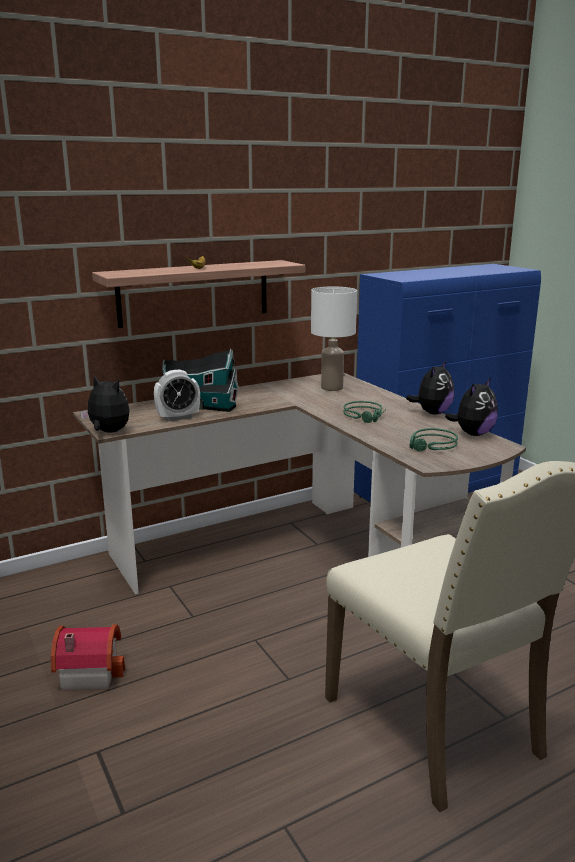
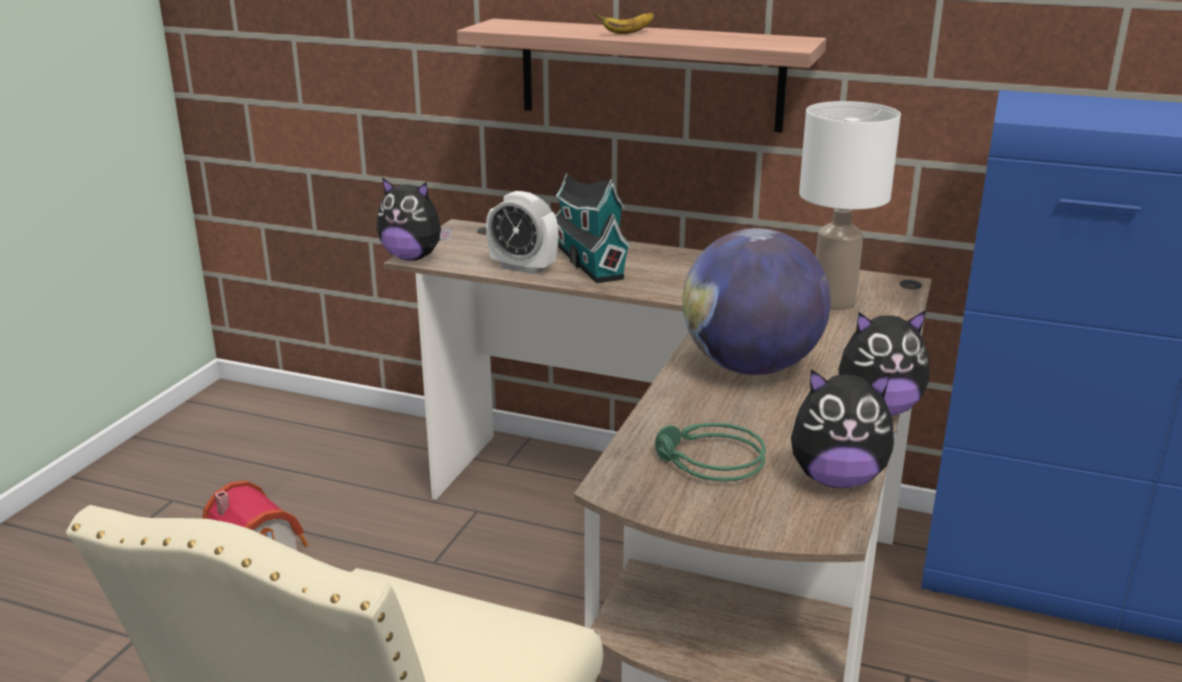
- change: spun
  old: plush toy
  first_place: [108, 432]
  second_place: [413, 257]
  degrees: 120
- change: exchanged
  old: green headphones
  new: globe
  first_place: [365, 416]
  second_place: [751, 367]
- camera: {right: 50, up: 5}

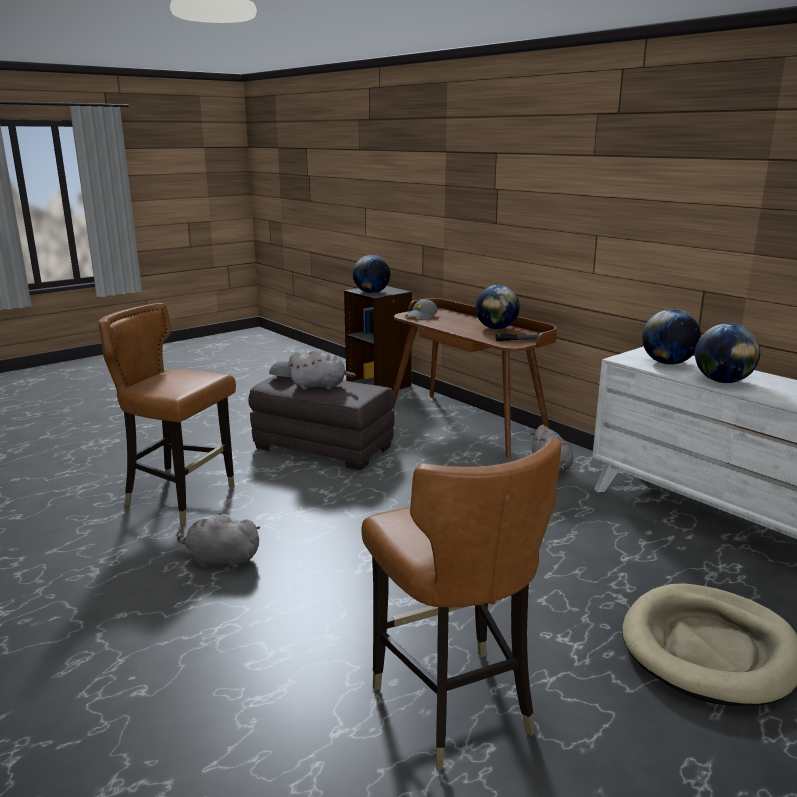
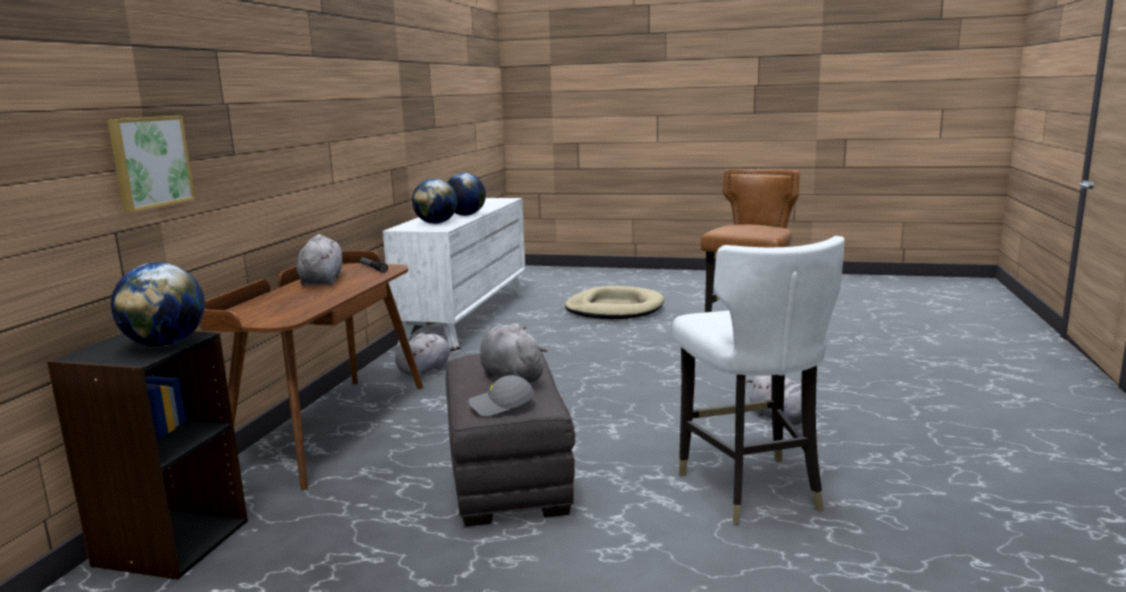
- change: colour
  old: brown chair
  new: white chair
  first_place: [181, 498]
  second_place: [750, 489]
- change: missing
  old: grey cap
  first_place: [422, 316]
- change: exchanged
  old: globe
  new: grey plush toy
  first_place: [496, 328]
  second_place: [322, 281]
- change: appeared
  new: picture
  second_place: [149, 162]
- camera: {right: -125, up: -5}

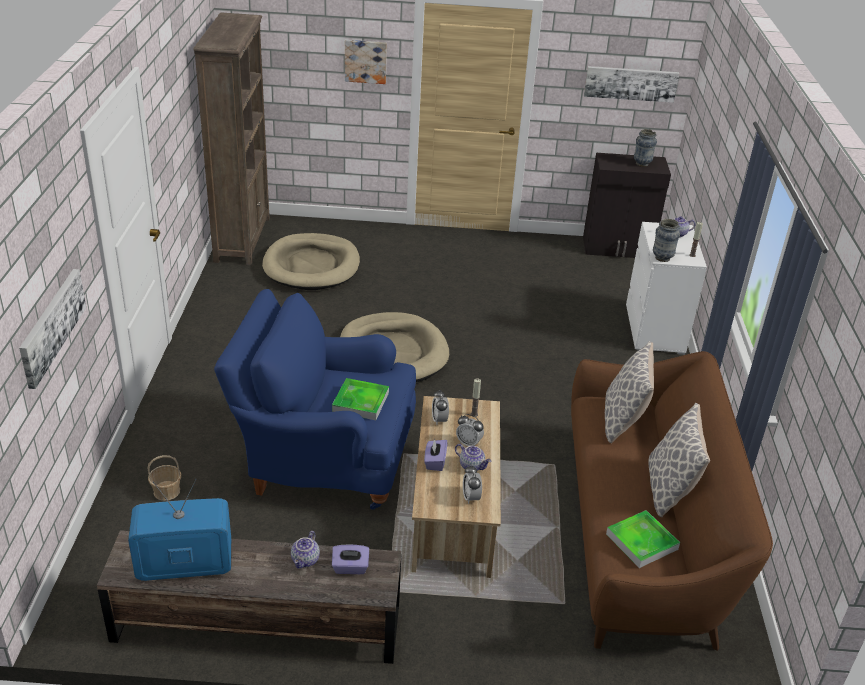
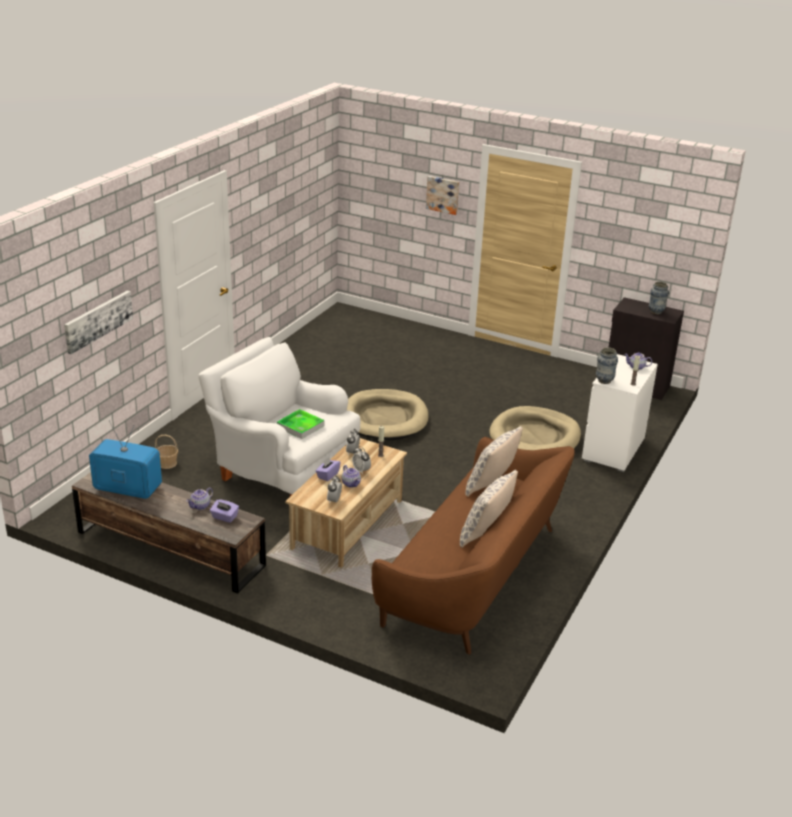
- change: missing
  old: brown bookcase
  first_place: [242, 239]
- change: colour
  old: blue armchair
  new: white armchair
  first_place: [323, 459]
  second_place: [282, 471]
- change: relocated
  old: beige dog bed
  first_place: [312, 266]
  second_place: [534, 437]
- change: missing
  old: picture
  first_place: [630, 83]
- change: missing
  old: tray
  first_place: [641, 541]
- camera: {right: 25, up: -5}

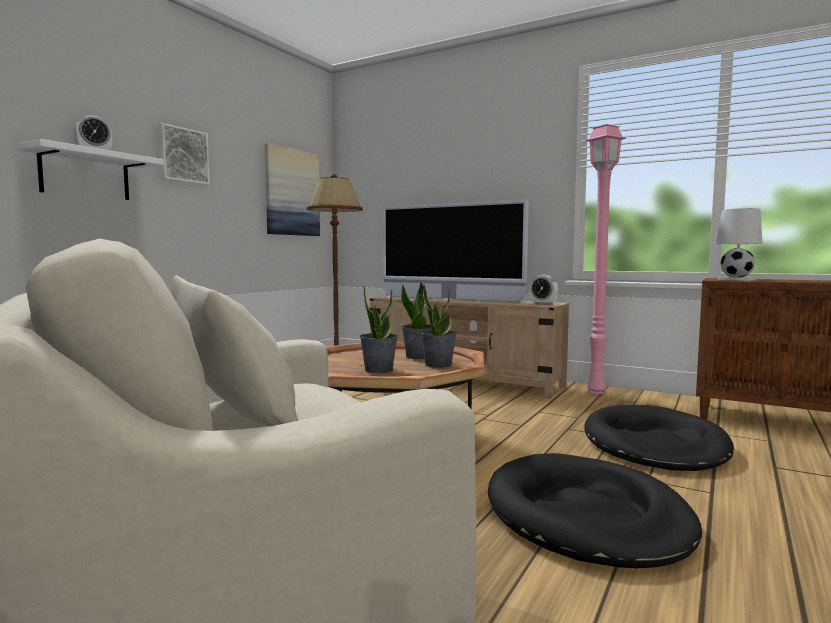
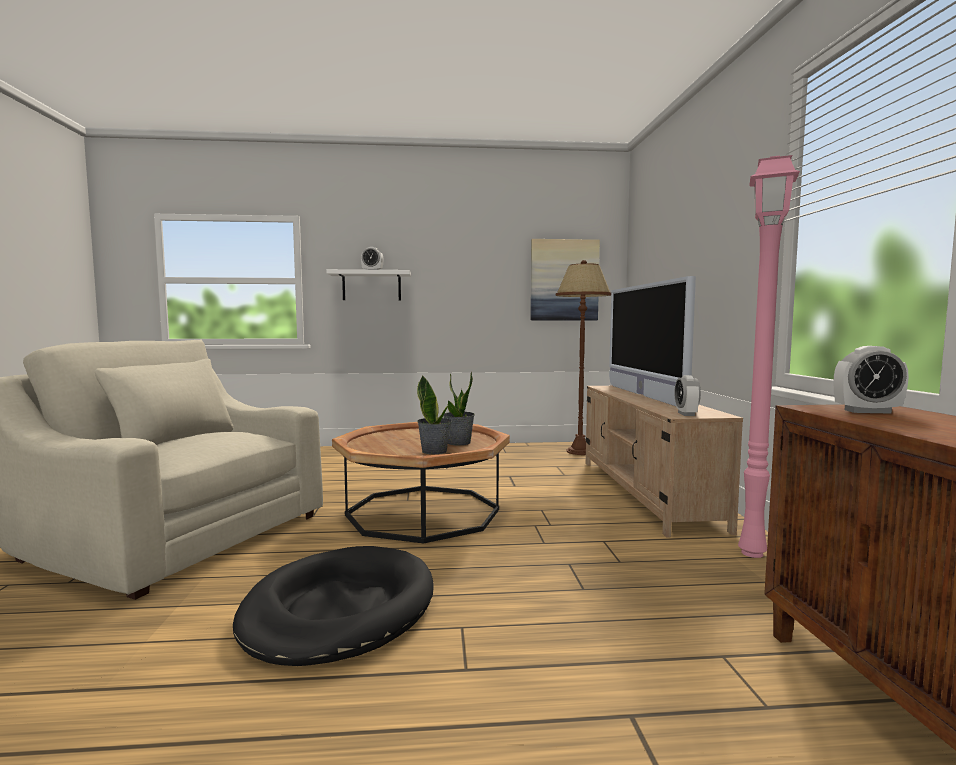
- change: missing
  old: picture
  first_place: [183, 155]
- change: missing
  old: potted plant
  first_place: [378, 370]
- change: missing
  old: black dog bed
  first_place: [654, 444]
- change: exchanged
  old: white table lamp
  new: alarm clock
  first_place: [736, 279]
  second_place: [867, 411]
- camera: {right: 55, up: 0}

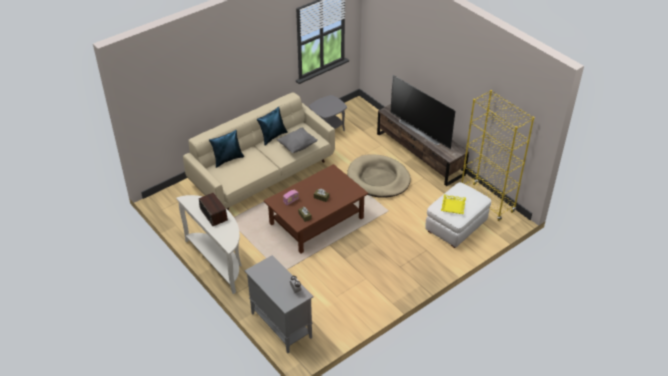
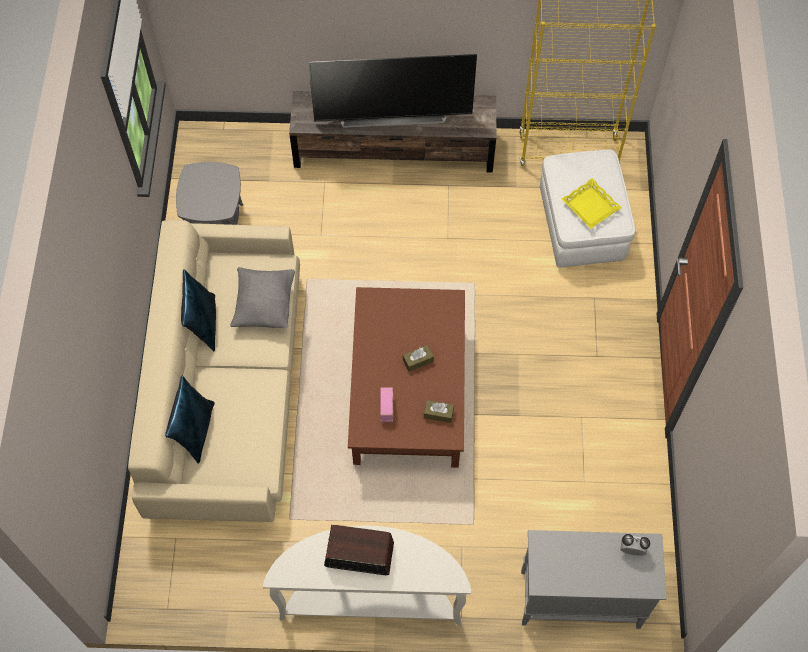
- change: missing
  old: beige dog bed
  first_place: [378, 179]
- camera: {right: -50, up: 20}

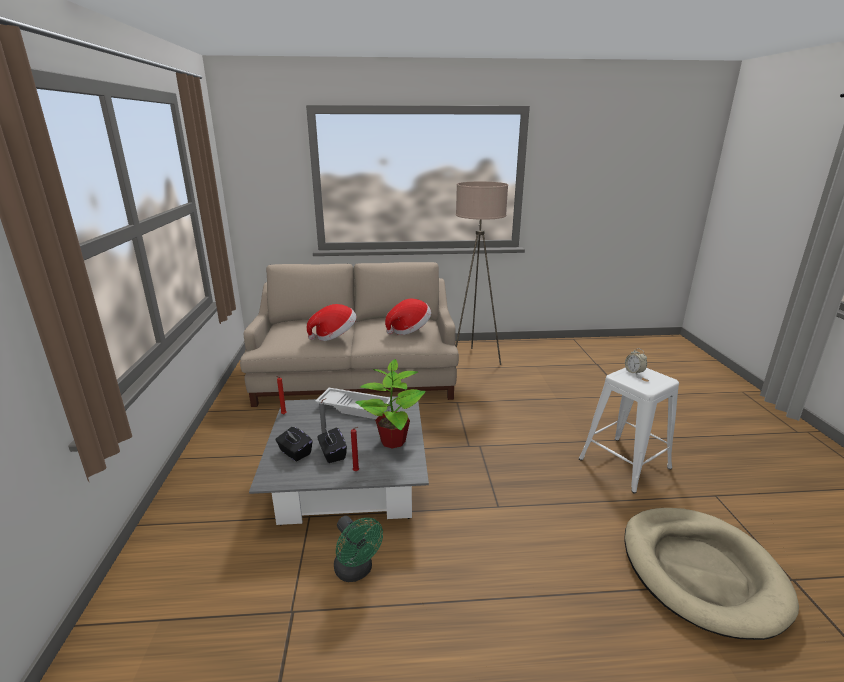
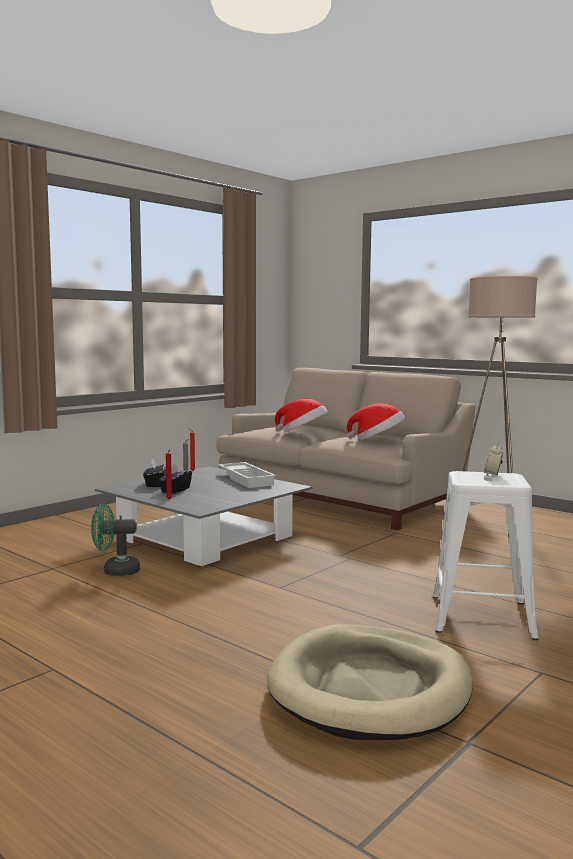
- change: spun
  old: green fan
  first_place: [356, 571]
  second_place: [115, 571]
  degrees: 75
- change: missing
  old: potted plant
  first_place: [392, 441]
- camera: {right: 45, up: -15}

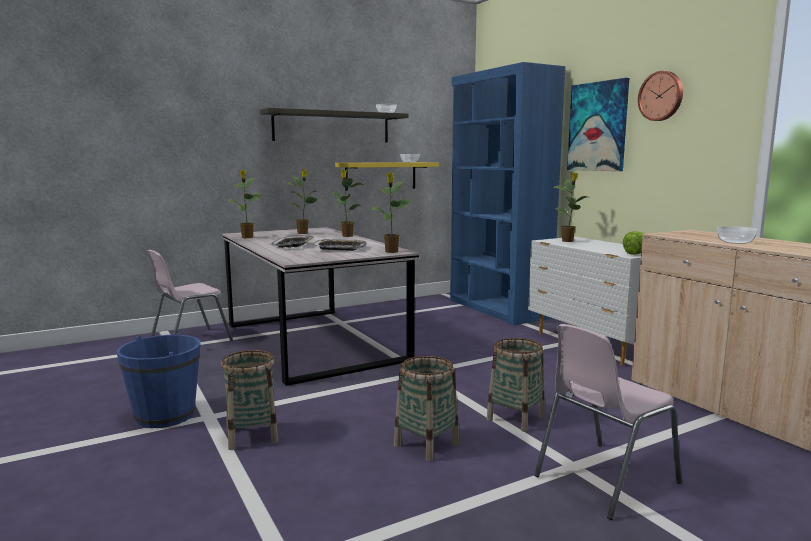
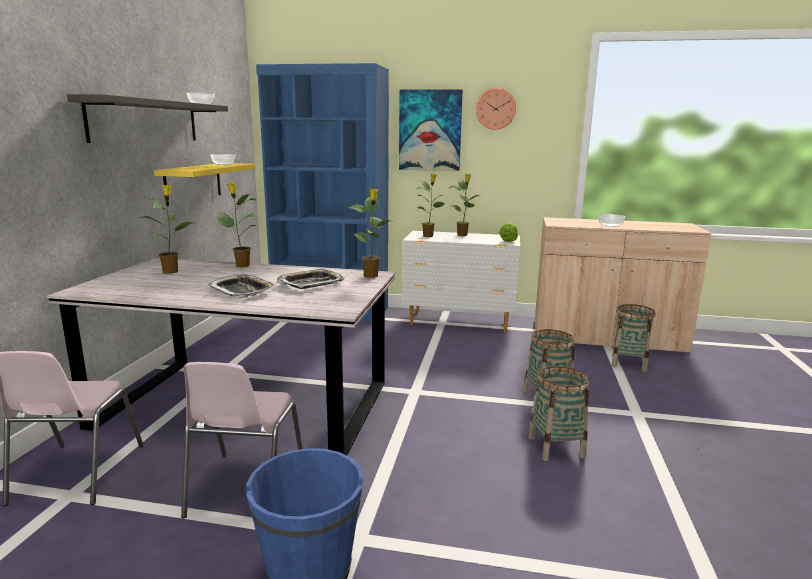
- change: relocated
  old: basket
  first_place: [252, 436]
  second_place: [628, 363]
- change: relocated
  old: potted plant
  first_place: [247, 237]
  second_place: [462, 235]
- change: relocated
  old: pink chair
  first_place: [603, 479]
  second_place: [244, 488]
- camera: {right: -50, up: 5}

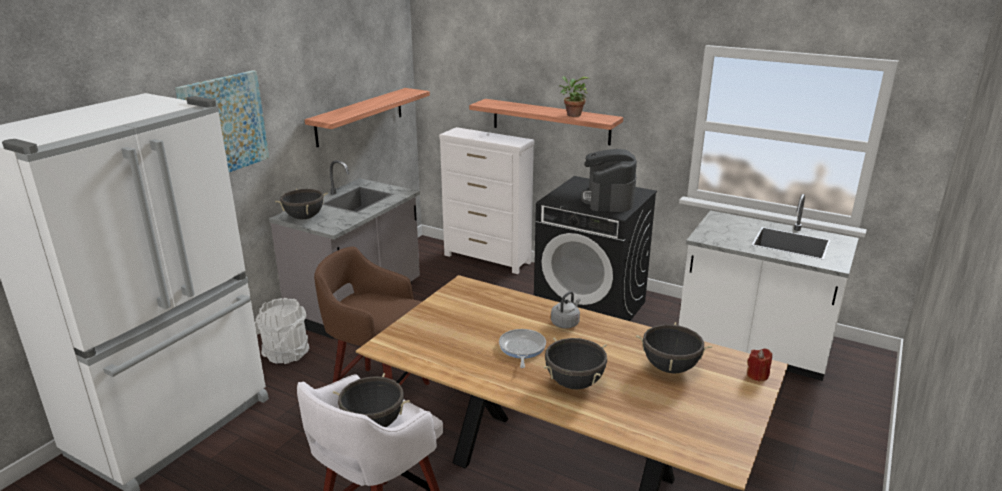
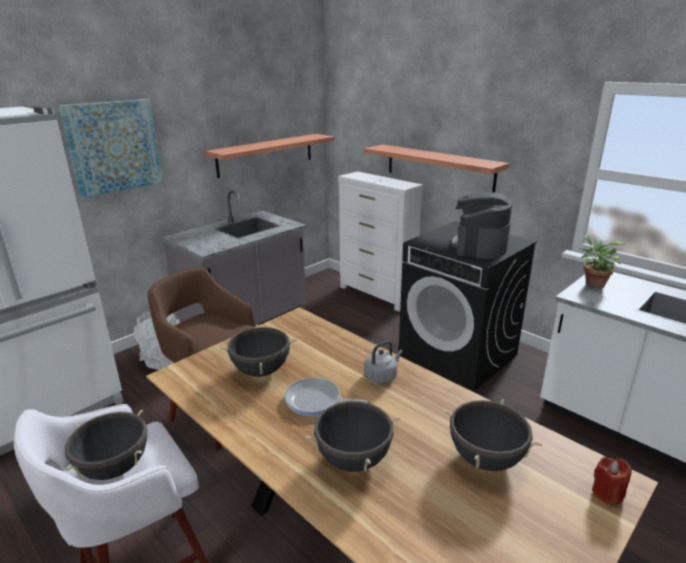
- change: relocated
  old: black cooking pot
  first_place: [304, 217]
  second_place: [261, 371]
- change: spun
  old: frying pan
  first_place: [522, 348]
  second_place: [316, 401]
  degrees: -90
- change: relocated
  old: potted plant
  first_place: [572, 115]
  second_place: [592, 284]
- camera: {right: 15, up: 0}

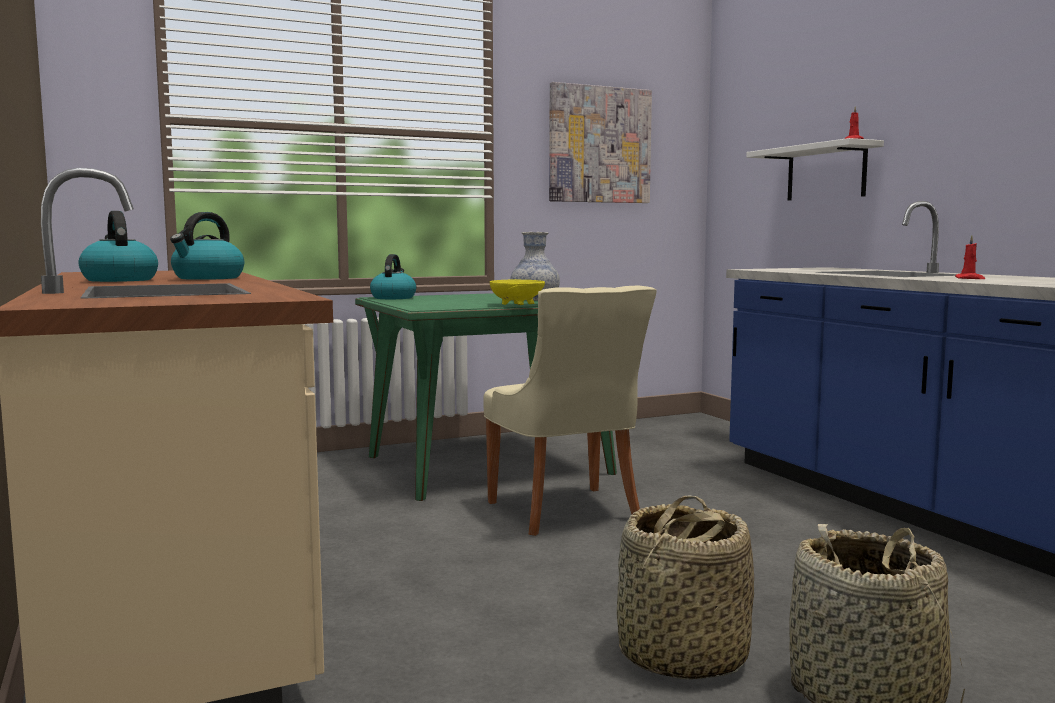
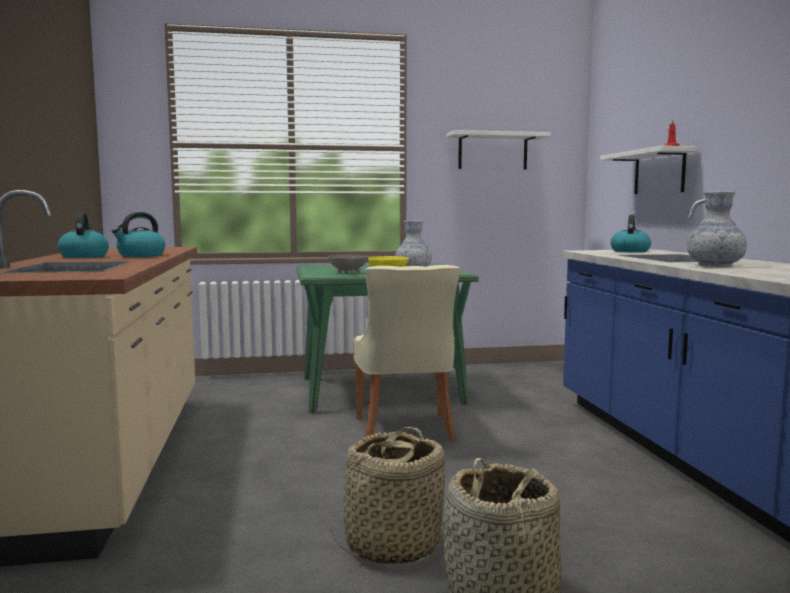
- change: relocated
  old: kettle
  first_place: [393, 298]
  second_place: [630, 251]
- change: exchanged
  old: picture
  new: white shelf
  first_place: [599, 145]
  second_place: [492, 151]
- change: exchanged
  old: red candle
  new: vase
  first_place: [970, 279]
  second_place: [714, 266]
- change: appeared
  new: grey bowl
  second_place: [347, 273]
- camera: {right: 15, up: 0}

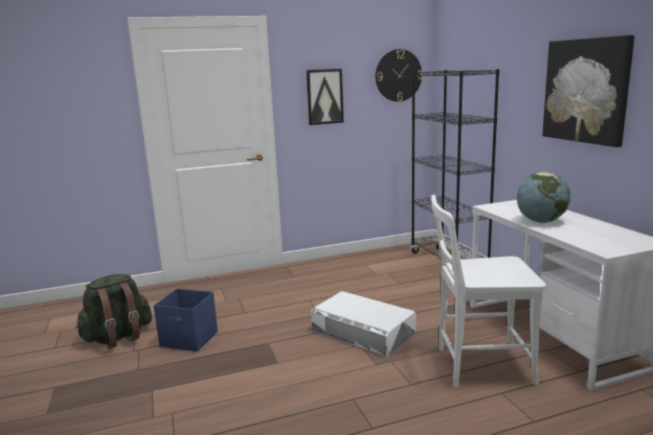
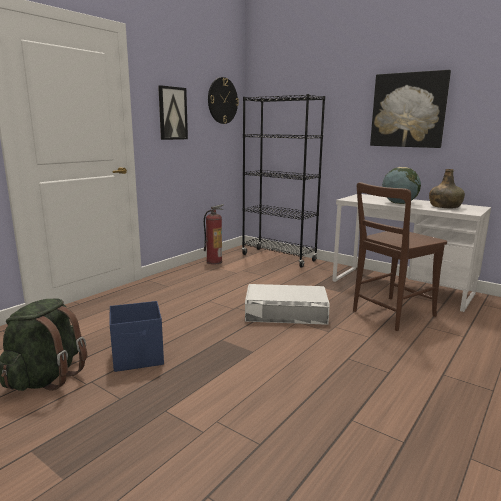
- change: colour
  old: white chair
  new: brown chair
  first_place: [478, 365]
  second_place: [390, 314]
- change: appeared
  new: fire extinguisher
  second_place: [214, 262]
- change: appeared
  new: green bottle
  second_place: [444, 207]
- camera: {right: -35, up: 0}

